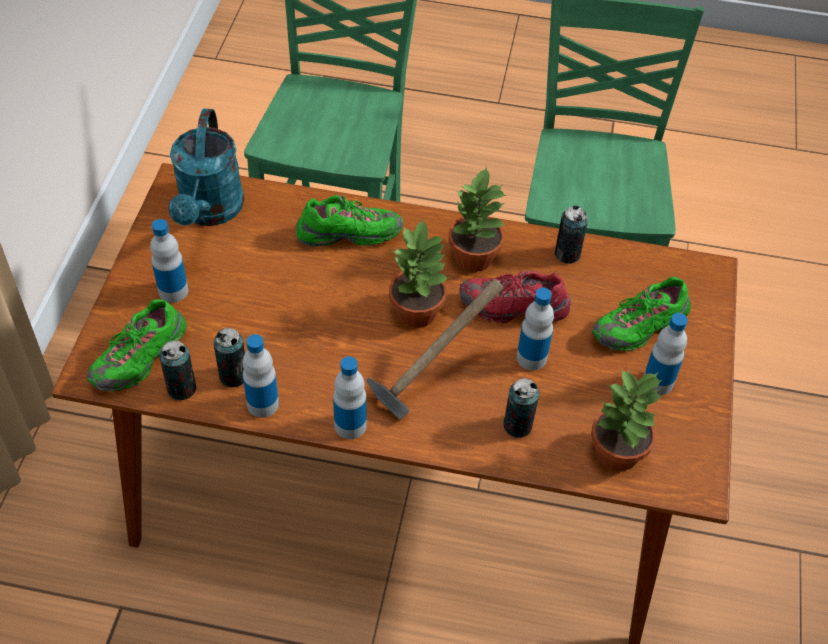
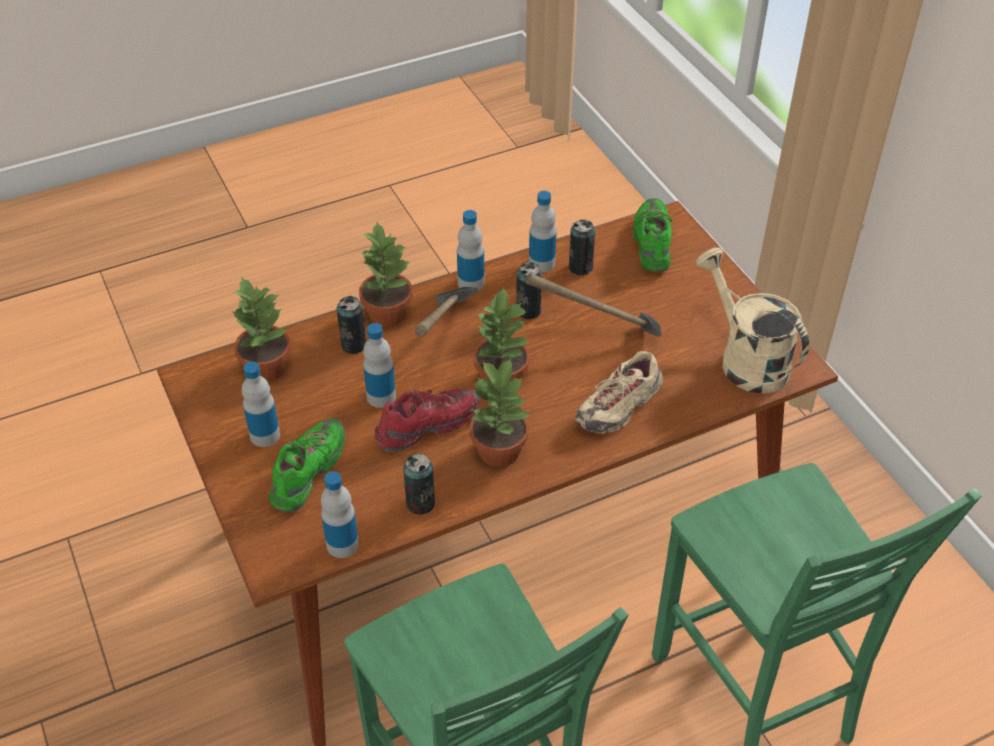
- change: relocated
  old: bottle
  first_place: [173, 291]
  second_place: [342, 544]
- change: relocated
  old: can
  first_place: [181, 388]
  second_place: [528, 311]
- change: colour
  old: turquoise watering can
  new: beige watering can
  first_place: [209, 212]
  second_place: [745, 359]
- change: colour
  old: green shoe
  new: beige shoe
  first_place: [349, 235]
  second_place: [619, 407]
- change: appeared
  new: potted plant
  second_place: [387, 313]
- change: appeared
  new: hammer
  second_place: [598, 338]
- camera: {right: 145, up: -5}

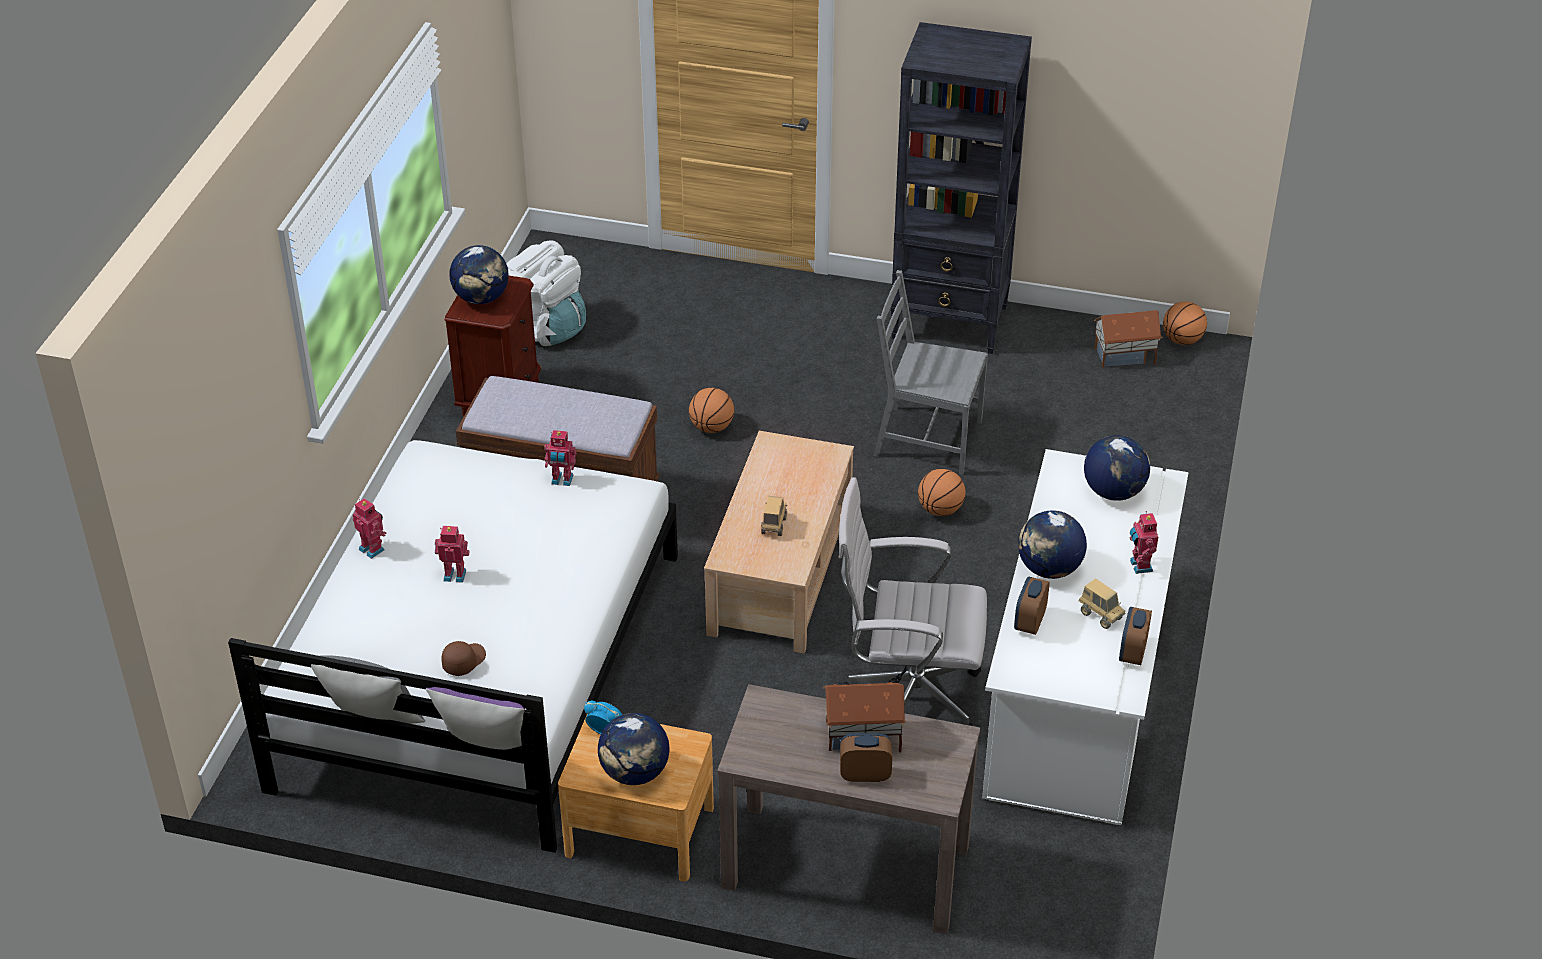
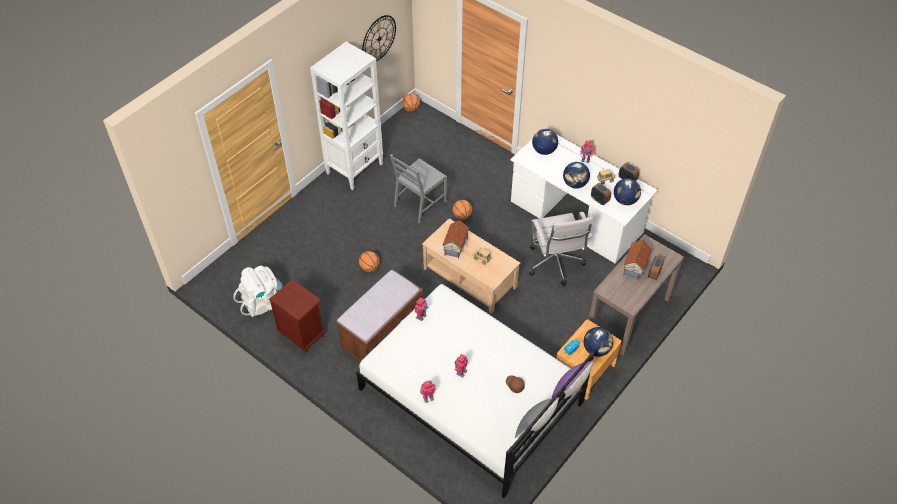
- change: relocated
  old: globe
  first_place: [481, 298]
  second_place: [625, 200]
- change: spun
  old: white office chair
  first_place: [906, 698]
  second_place: [555, 265]
  degrees: -45
- change: colour
  old: black bookcase
  new: white bookcase
  first_place: [950, 323]
  second_place: [355, 168]
- change: relocated
  old: toy house
  first_place: [1124, 357]
  second_place: [456, 247]
- change: appeared
  new: wall clock
  second_place: [379, 38]
- camera: {right: -65, up: 10}

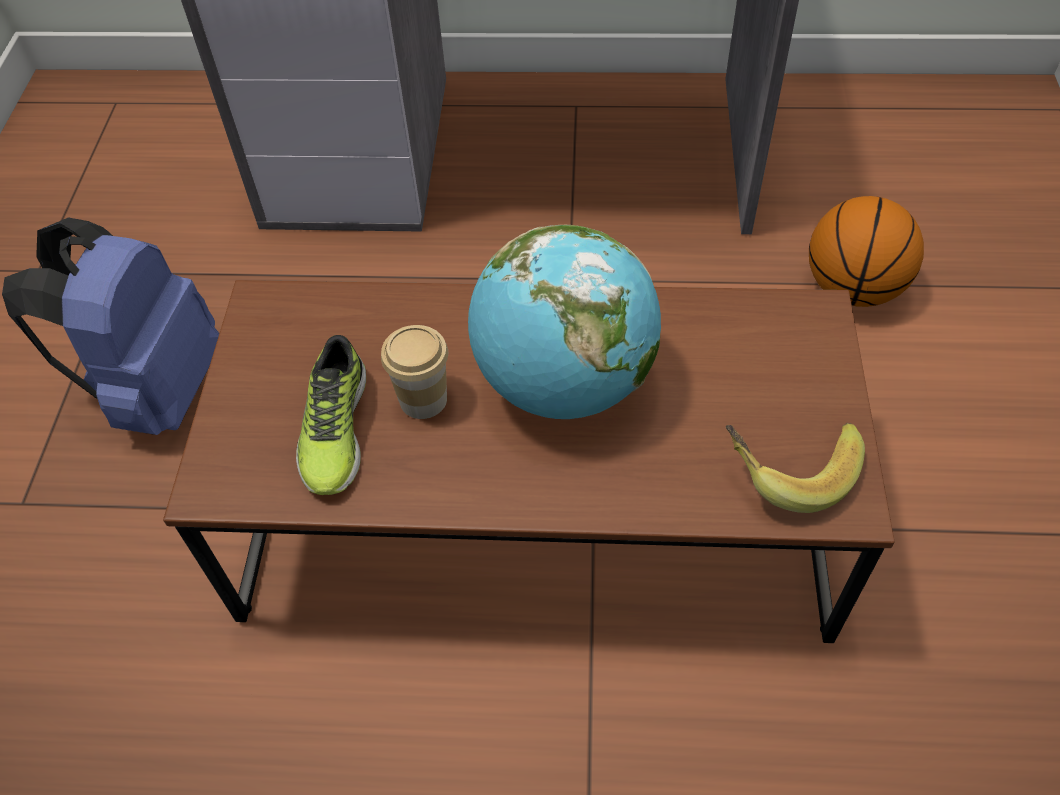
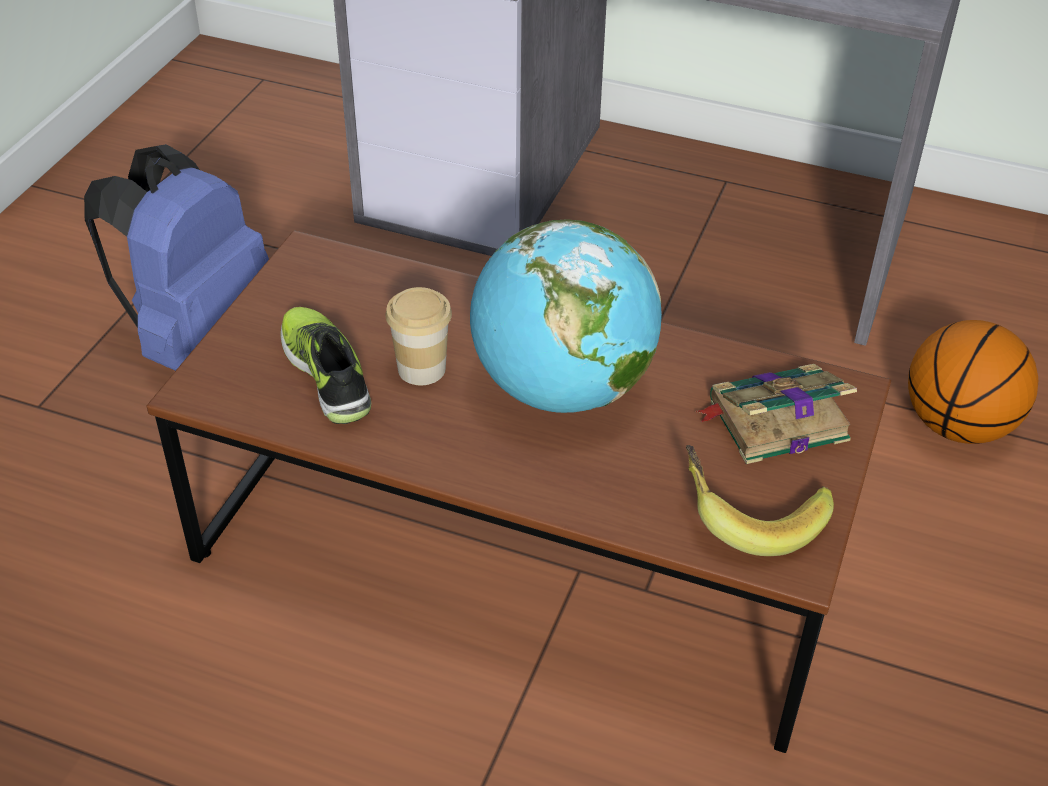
- change: spun
  old: shoe
  first_place: [334, 430]
  second_place: [328, 373]
  degrees: 135
- change: appeared
  new: book
  second_place: [774, 421]
- camera: {right: 15, up: -10}

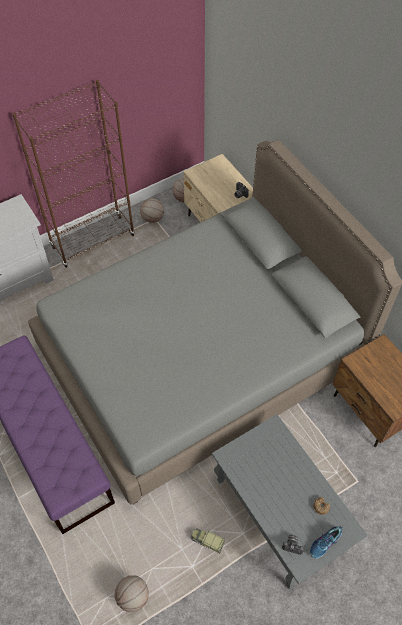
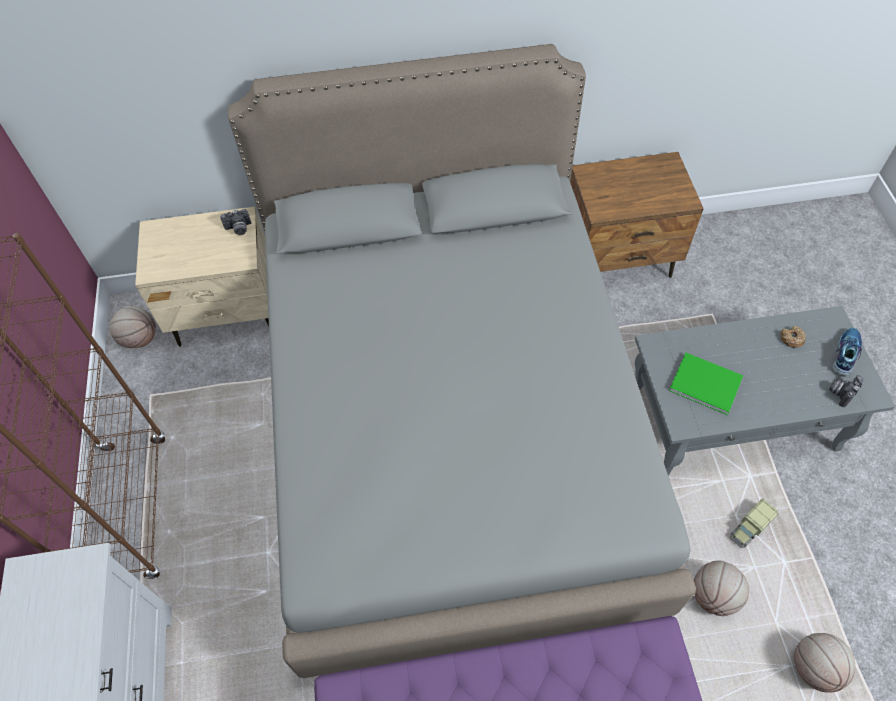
- change: relocated
  old: basketball
  first_place: [152, 218]
  second_place: [714, 595]
- change: spun
  old: shoe
  first_place: [325, 543]
  second_place: [844, 354]
  degrees: -135
- change: appeared
  new: green book
  second_place: [704, 382]
- camera: {right: -65, up: 0}

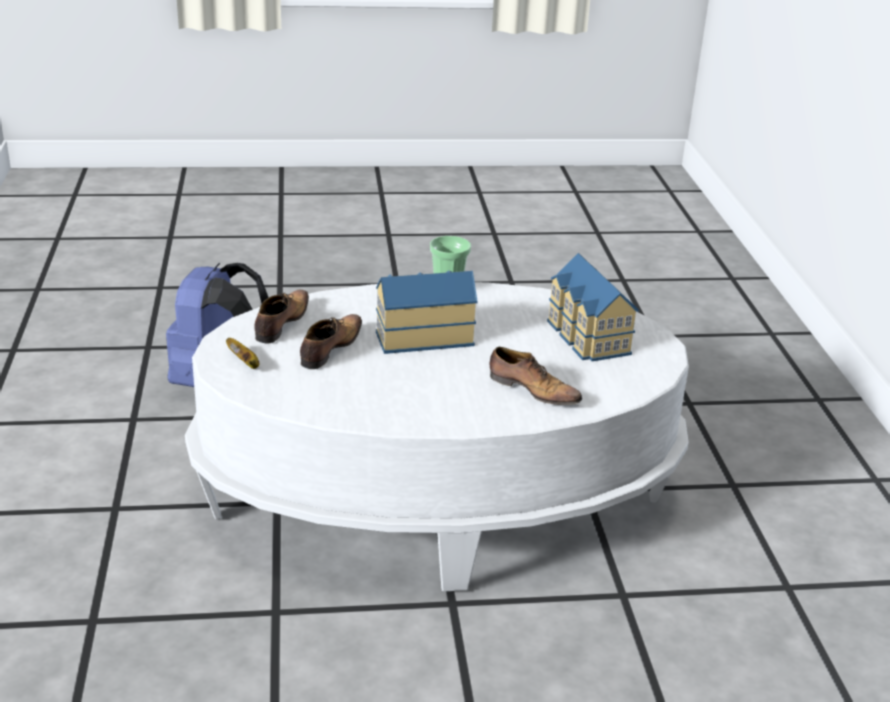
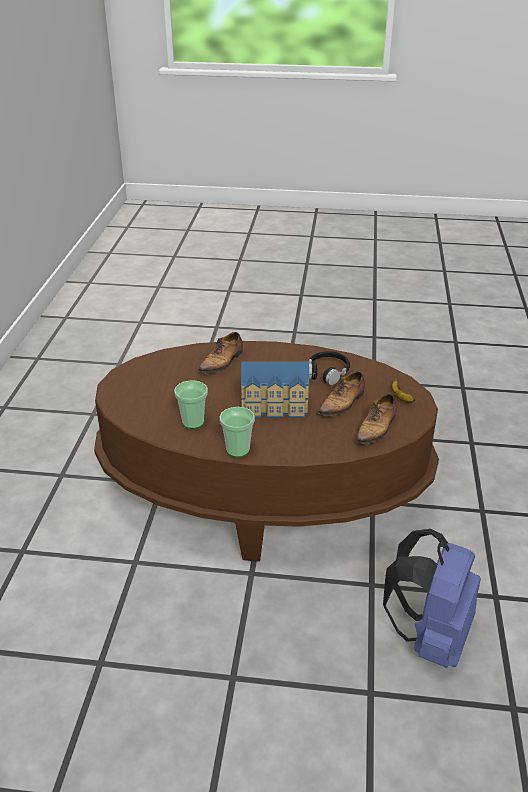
- change: colour
  old: white coffee table
  new: brown coffee table
  first_place: [437, 498]
  second_place: [264, 490]
- change: spun
  old: shoe
  first_place: [532, 390]
  second_place: [222, 362]
  degrees: -105
- change: missing
  old: toy house
  first_place: [586, 337]
- change: appeared
  new: cup
  second_place: [193, 422]
- change: appeared
  new: black headphones
  second_place: [327, 373]
- camera: {right: -165, up: 5}

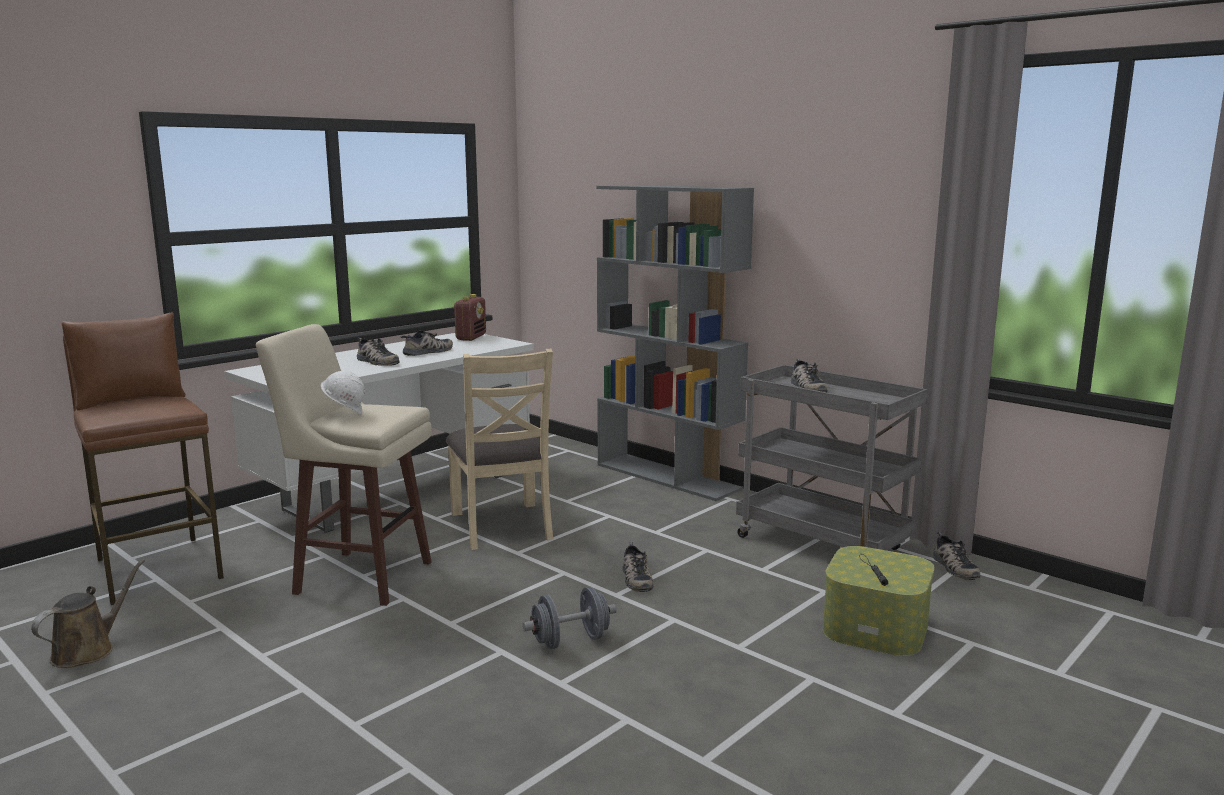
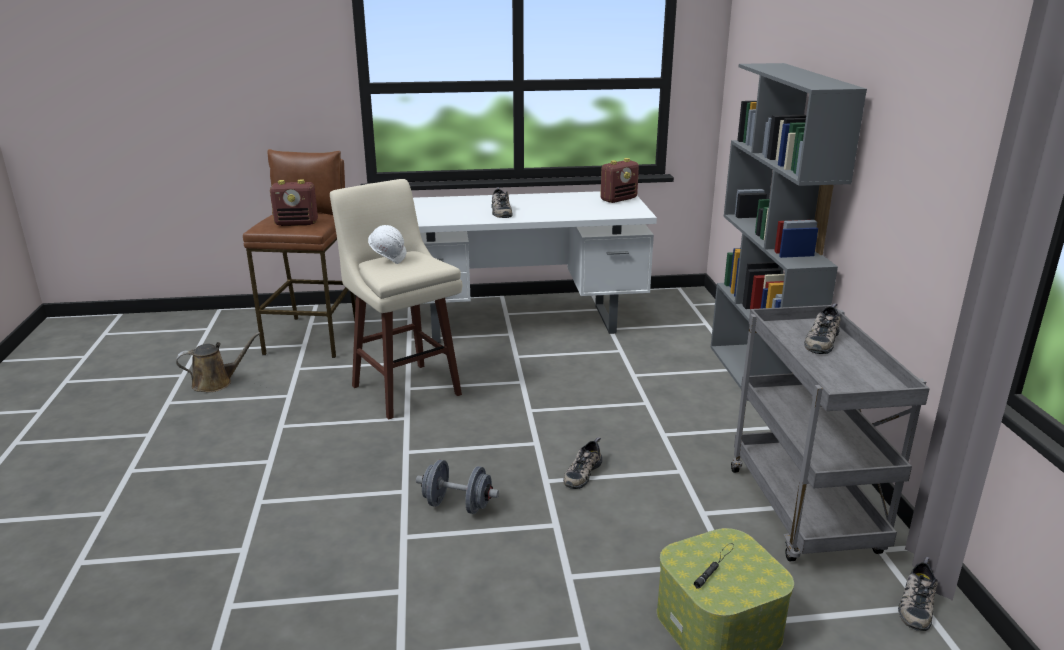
- change: missing
  old: shoe
  first_place: [428, 352]
- change: missing
  old: beige chair
  first_place: [502, 525]
- change: appeared
  new: radio
  second_place: [297, 223]
- camera: {right: 40, up: 10}

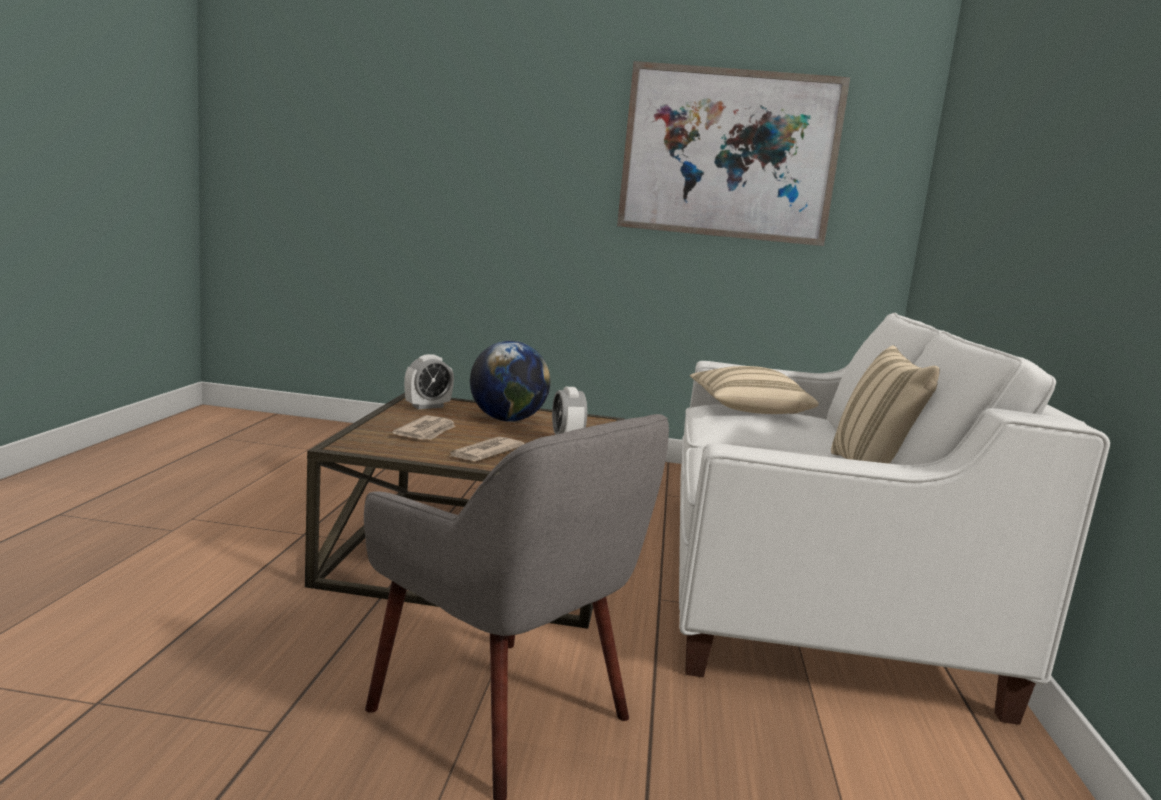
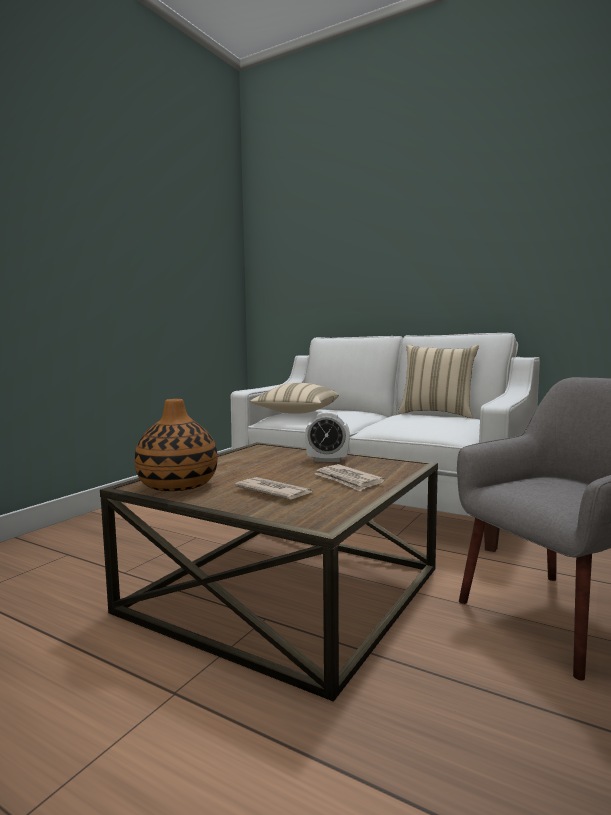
- change: exchanged
  old: alarm clock
  new: vase
  first_place: [427, 406]
  second_place: [177, 485]
- change: missing
  old: globe
  first_place: [507, 420]
- change: missing
  old: picture
  first_place: [729, 154]
- camera: {right: -65, up: -5}

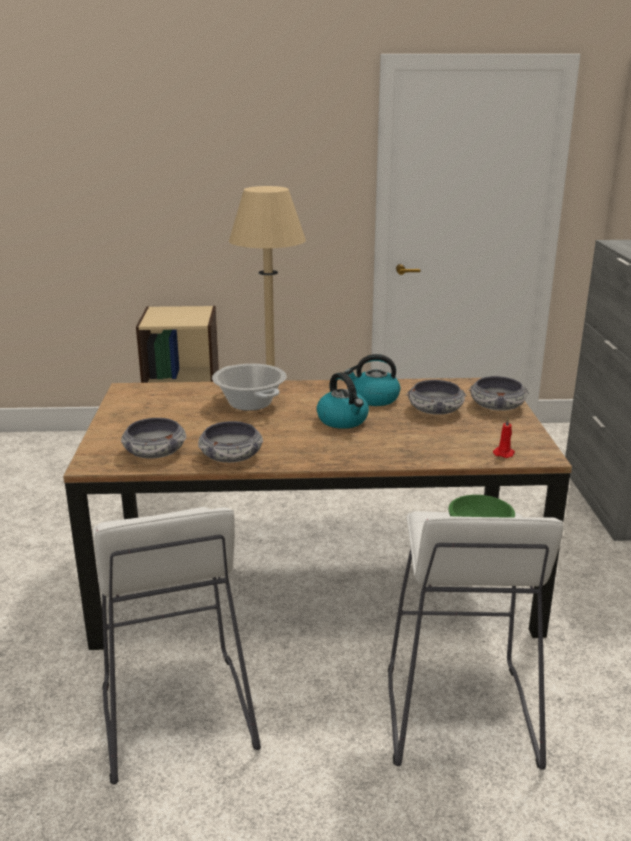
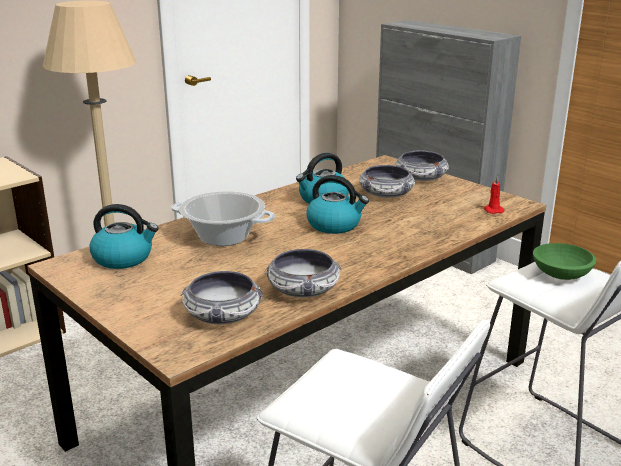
- change: appeared
  new: kettle
  second_place: [124, 258]
- camera: {right: -40, up: 0}

